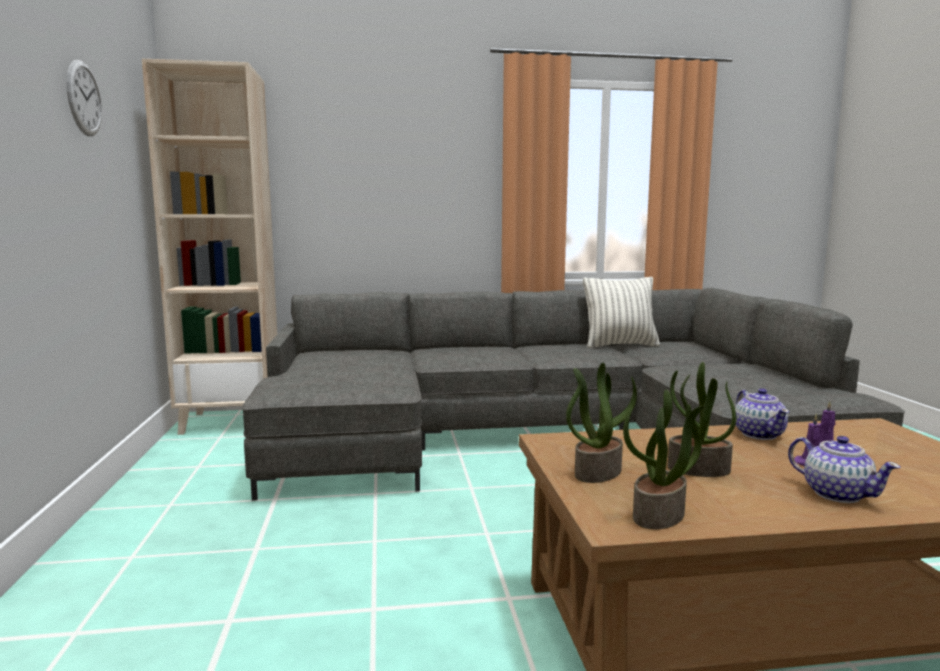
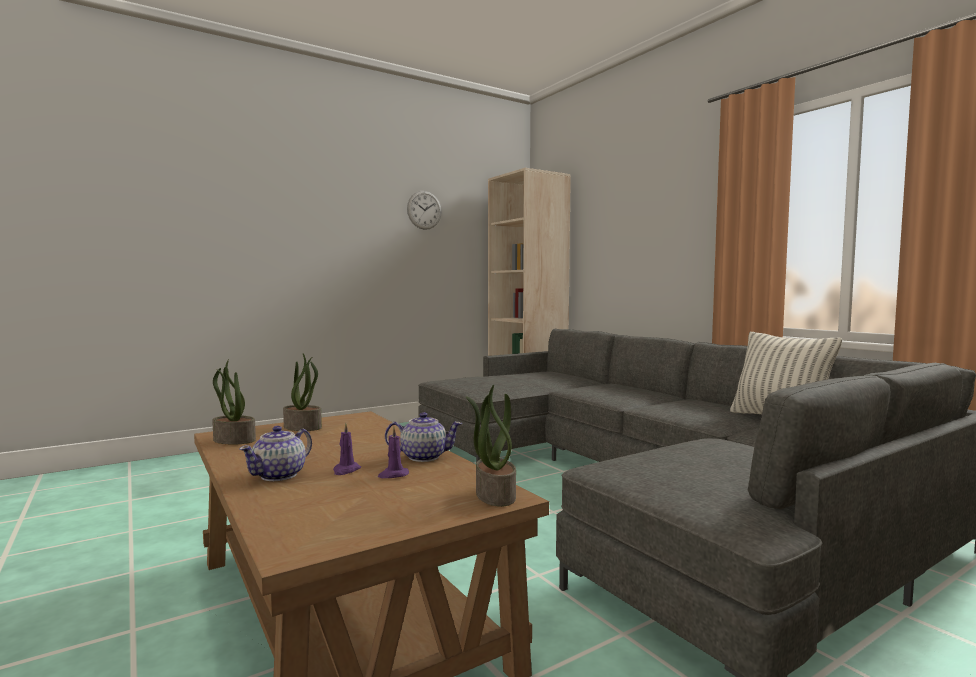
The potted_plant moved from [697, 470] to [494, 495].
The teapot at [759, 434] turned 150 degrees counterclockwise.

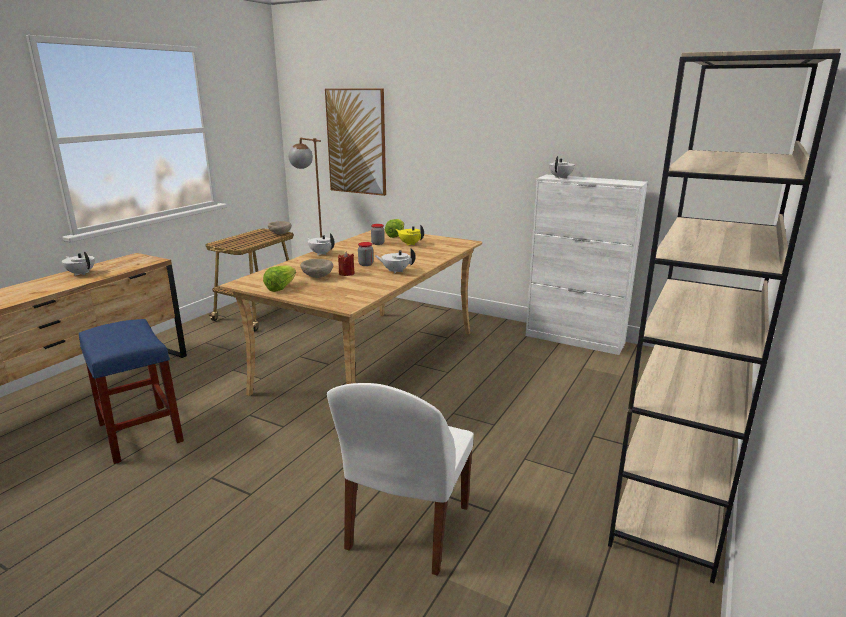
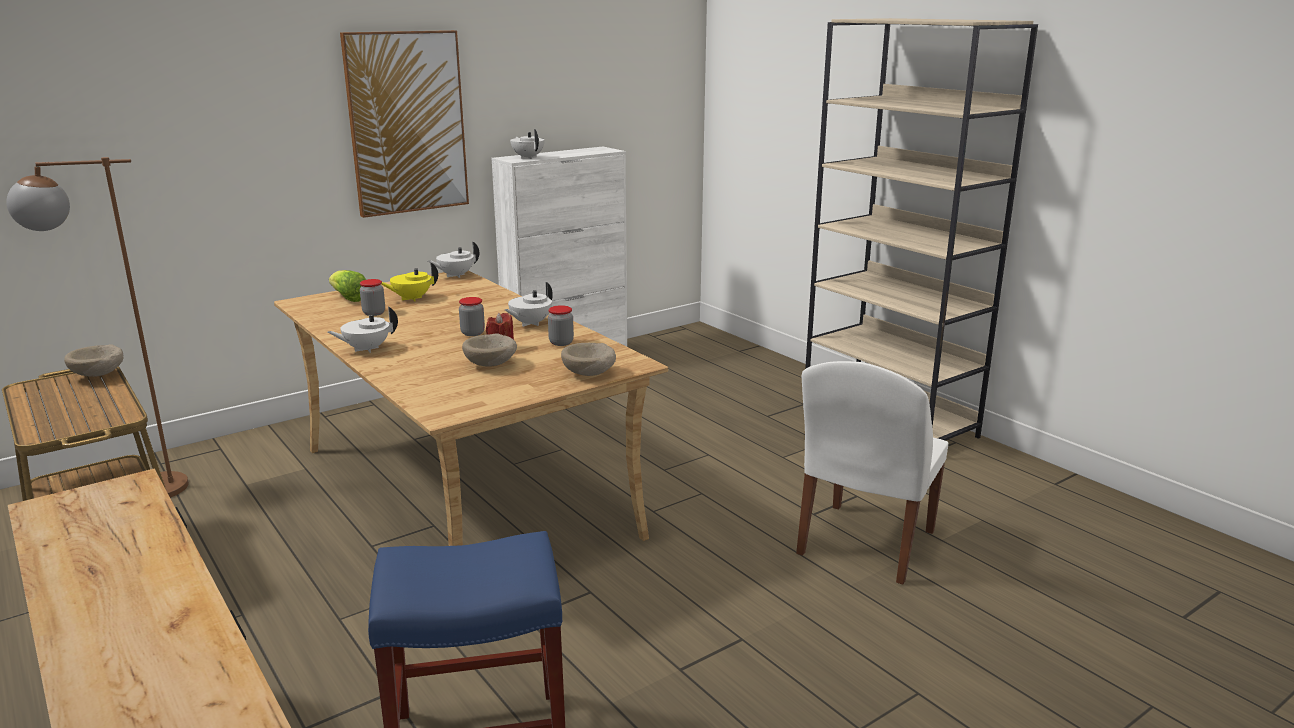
The white_teapot moved from [81, 273] to [455, 275].
The lettuce at [281, 287] disappeared.
The picture moved from [356, 142] to [407, 123].
The white_chair at [407, 530] turned 75 degrees clockwise.
The jar at [561, 342] appeared.
The beige_bowl at [589, 374] appeared.

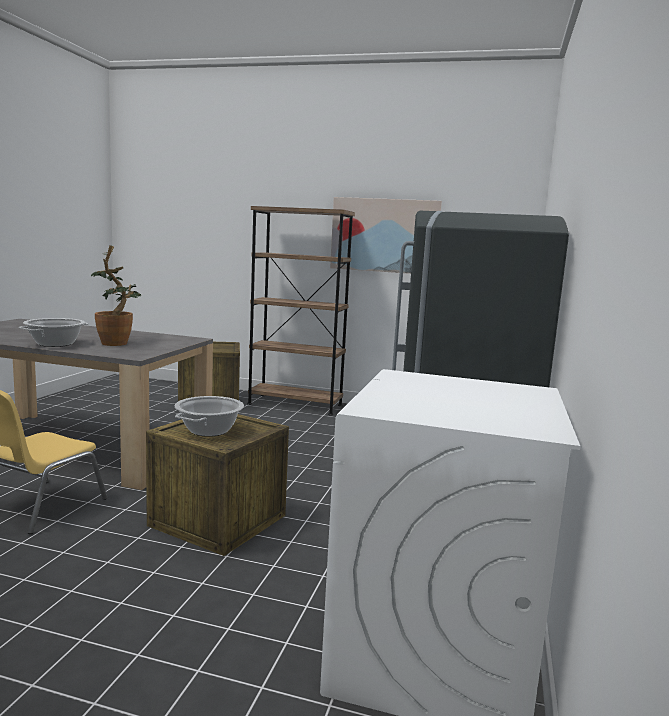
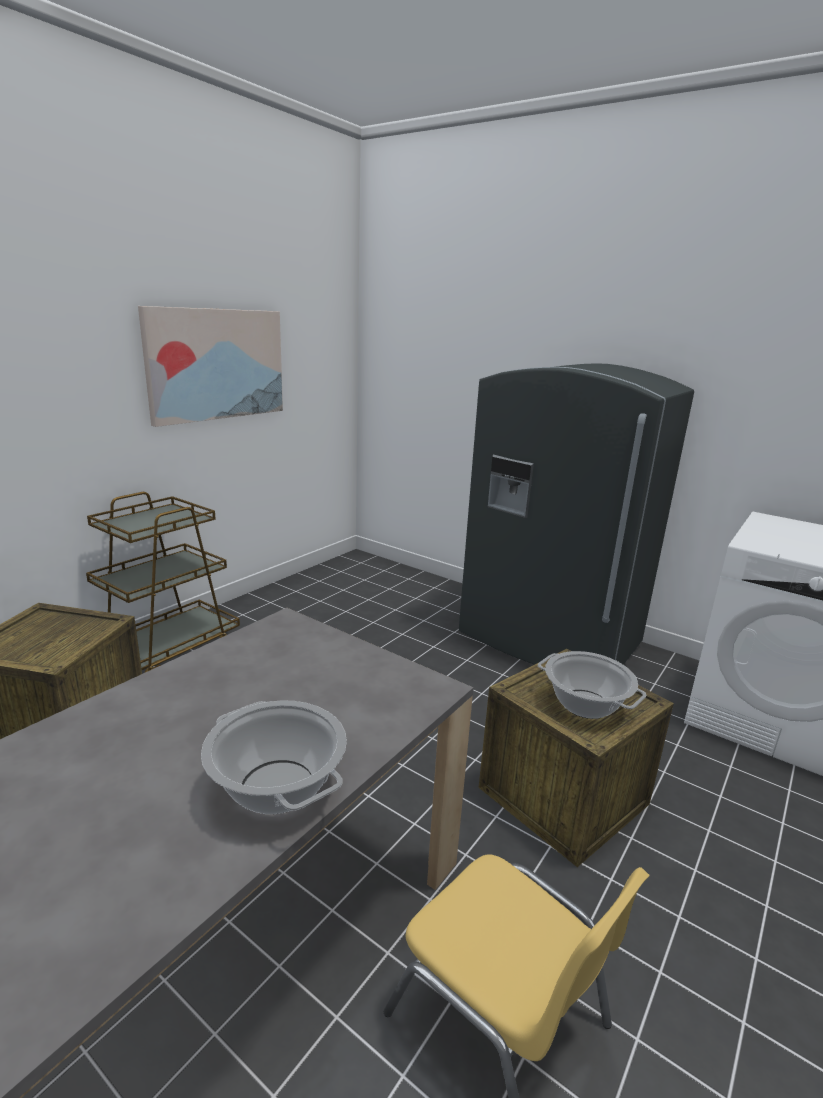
The potted_plant at [118, 342] disappeared.
The brown_bookcase at [295, 404] was replaced by the brown_cart at [169, 650].

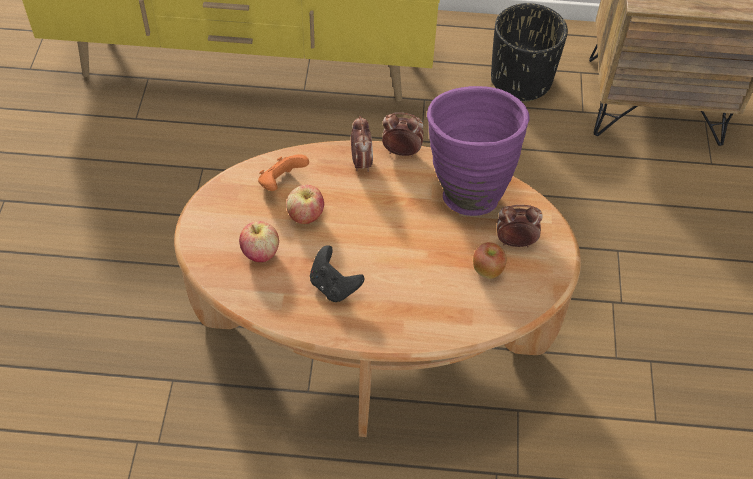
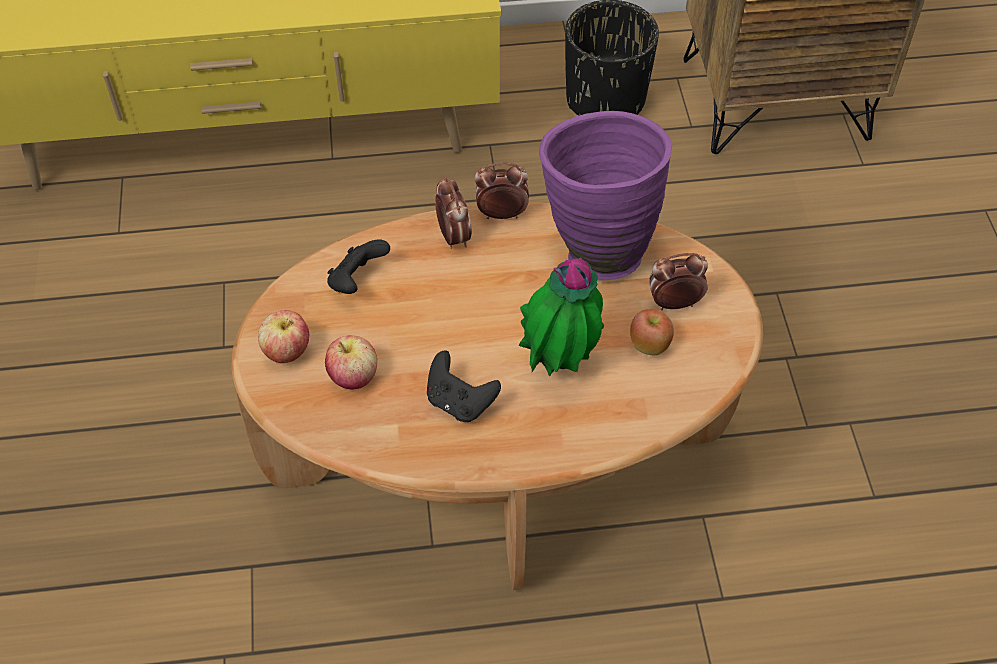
The orange_game_controller at [281, 183] became the black_game_controller at [357, 281].
The apple moved from [305, 216] to [287, 352].
The potted_plant at [560, 364] appeared.

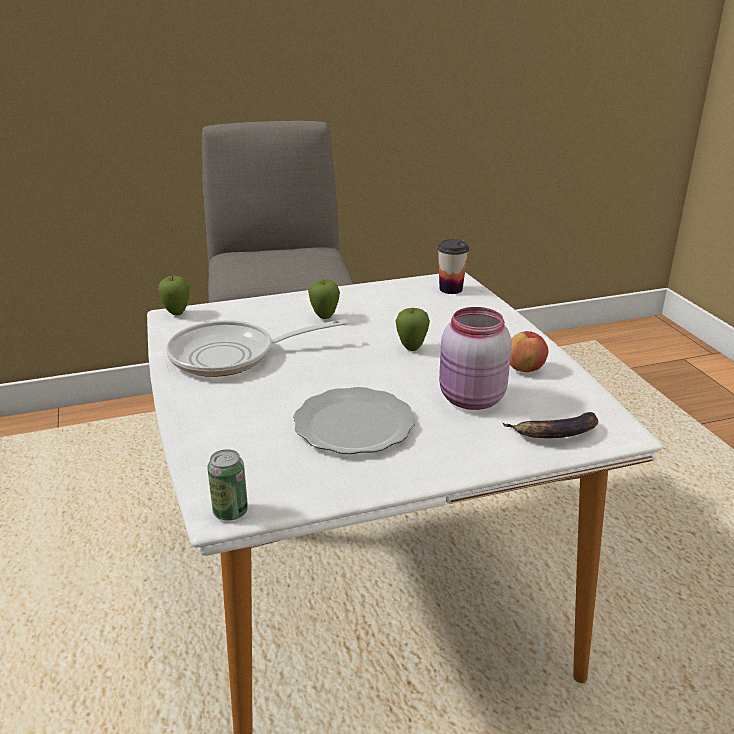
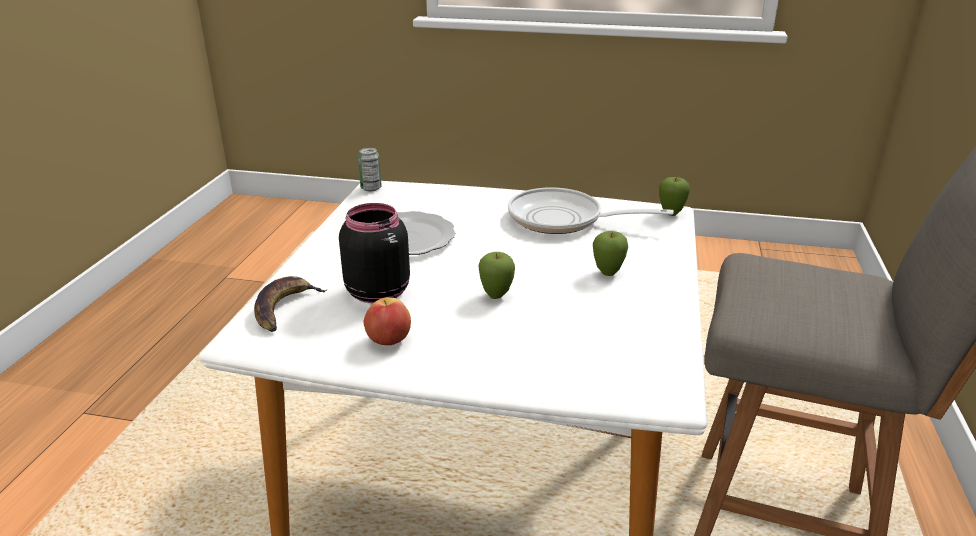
The frying_pan at [232, 356] turned 90 degrees counterclockwise.
The cup at [450, 289] disappeared.
The pink_jar at [470, 399] became the black_jar at [377, 291].

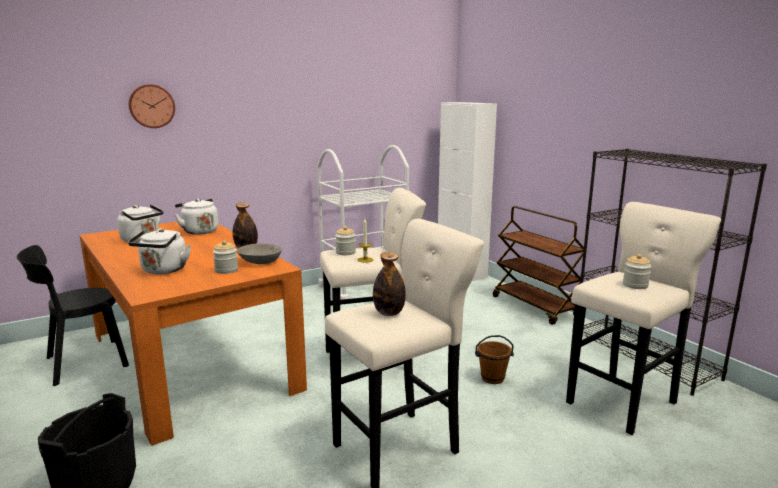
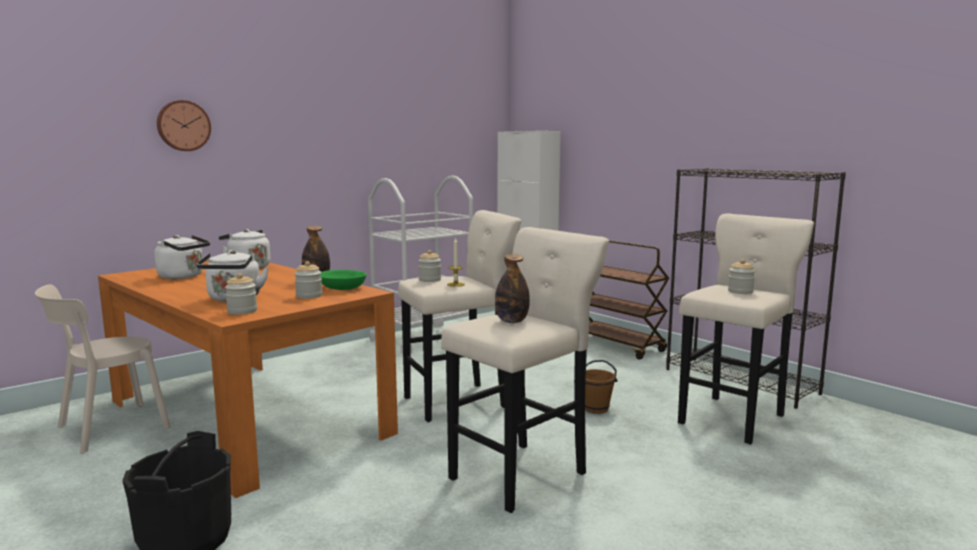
The black_chair at [82, 363] became the beige_chair at [108, 429].
The grey_bowl at [260, 261] became the green_bowl at [341, 288].
The jar at [242, 311] appeared.

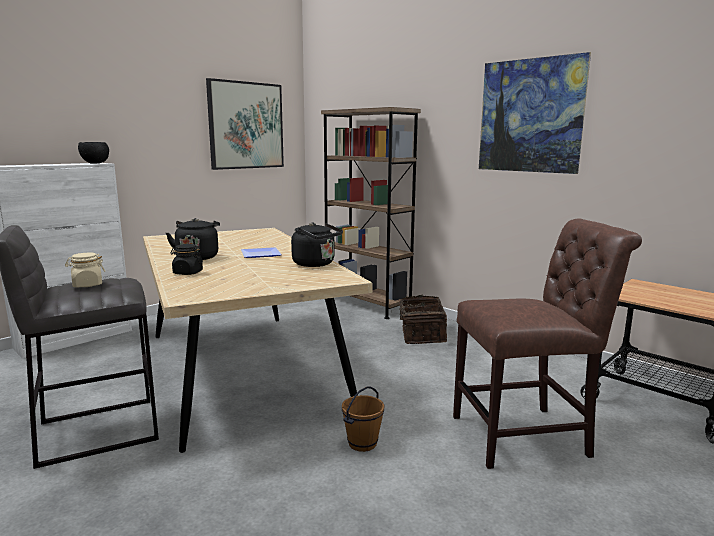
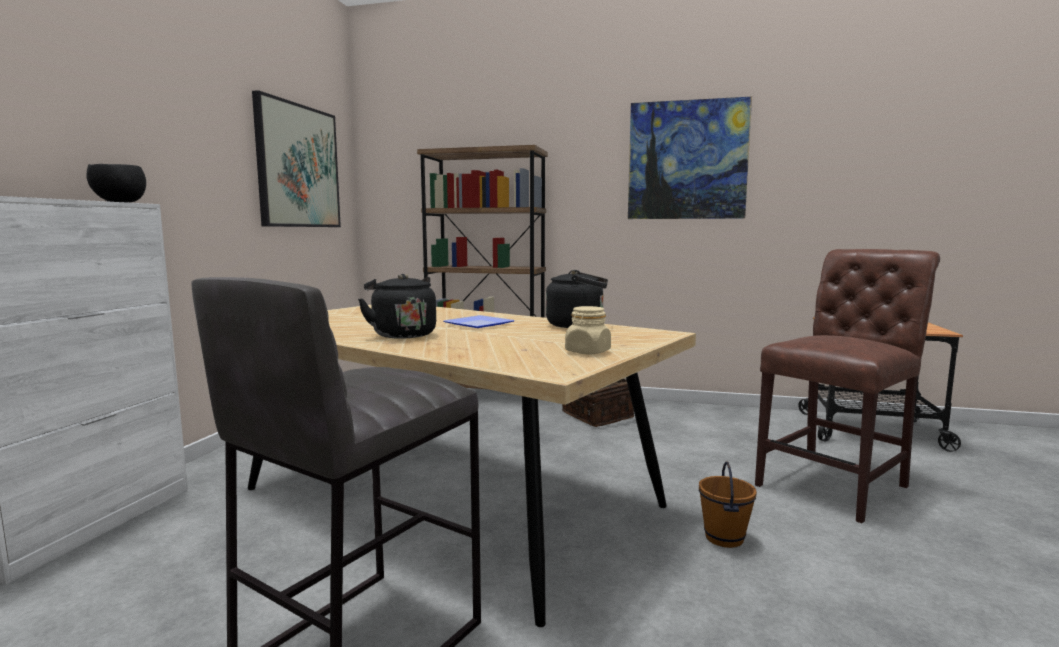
The beige_jar moved from [87, 285] to [587, 352].
The black_jar at [187, 273] disappeared.

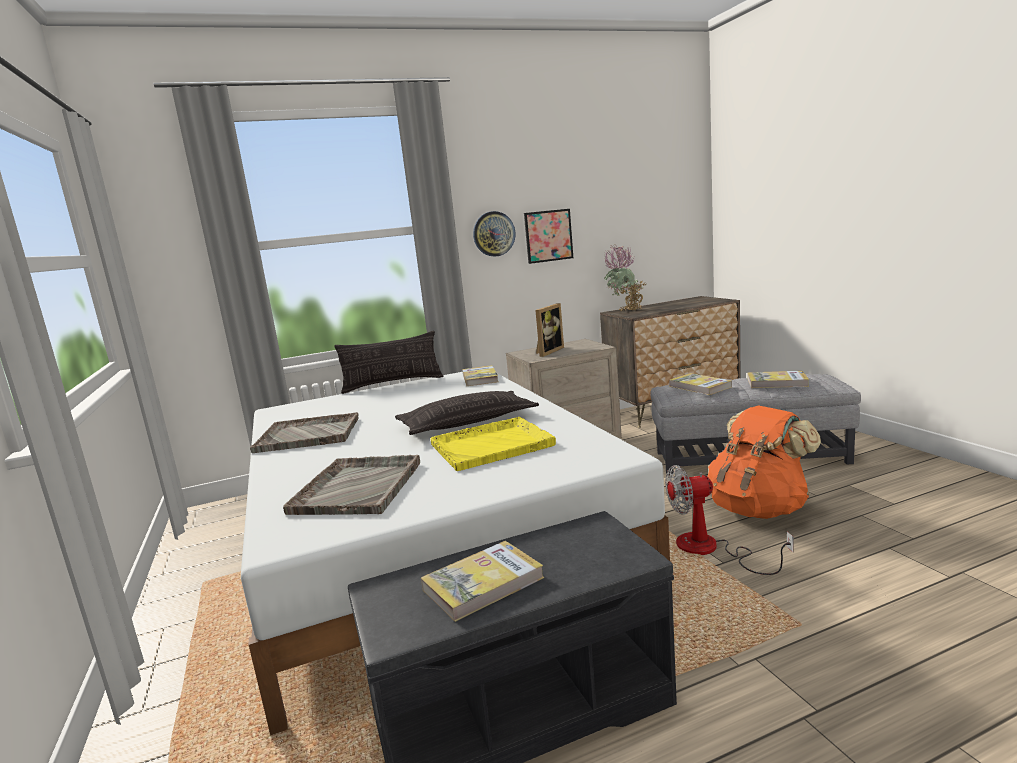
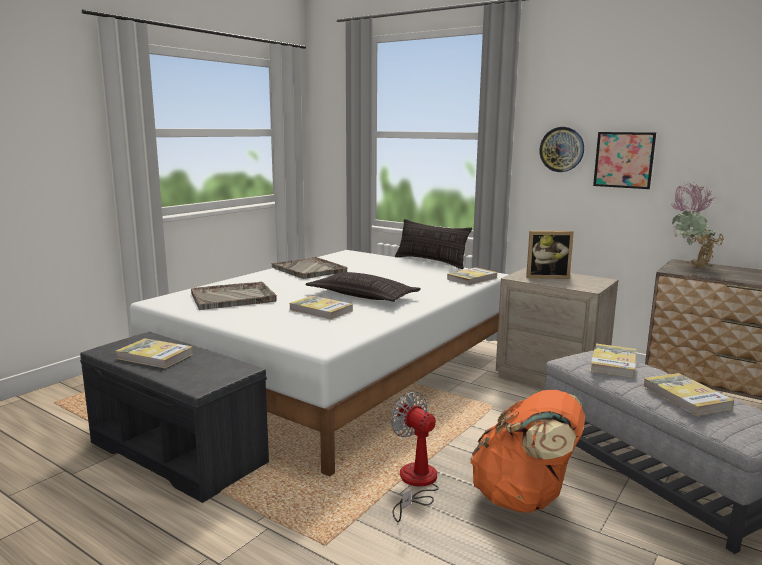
The yellow_tray at [493, 445] was replaced by the book at [321, 310].

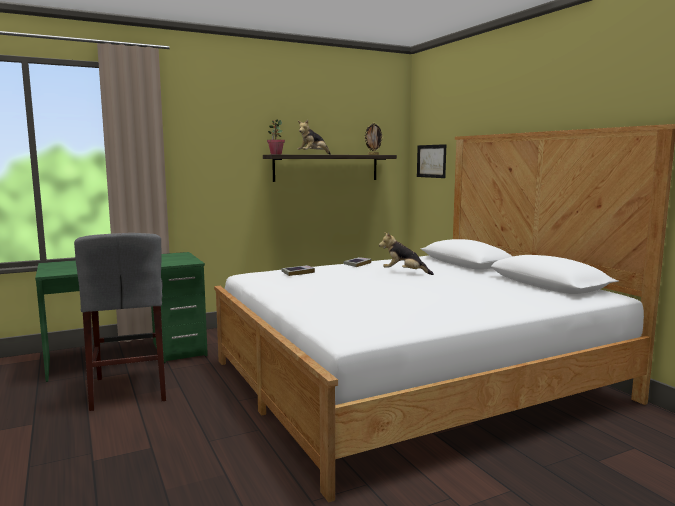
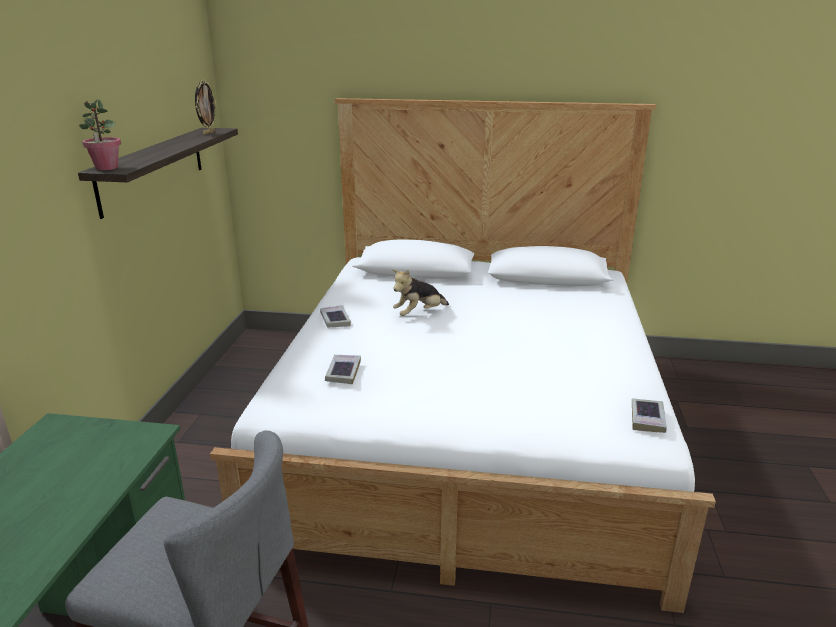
The plush_toy at [313, 154] disappeared.
The picture at [431, 161] disappeared.
The book at [647, 419] appeared.

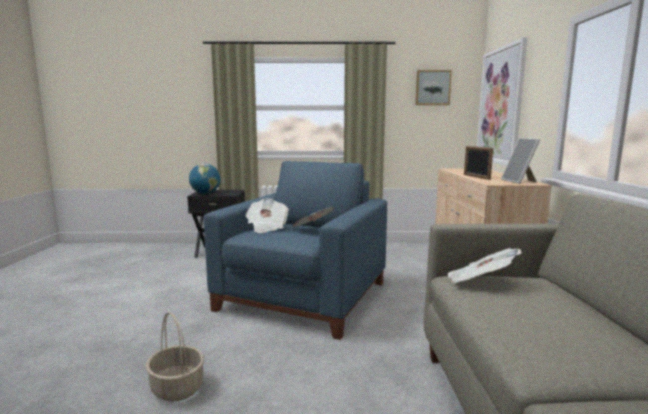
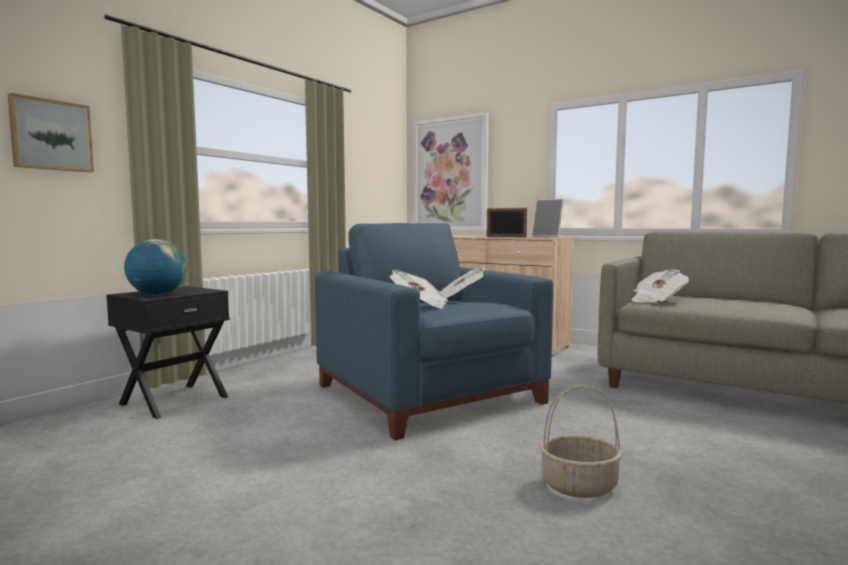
The picture moved from [432, 88] to [51, 135].

